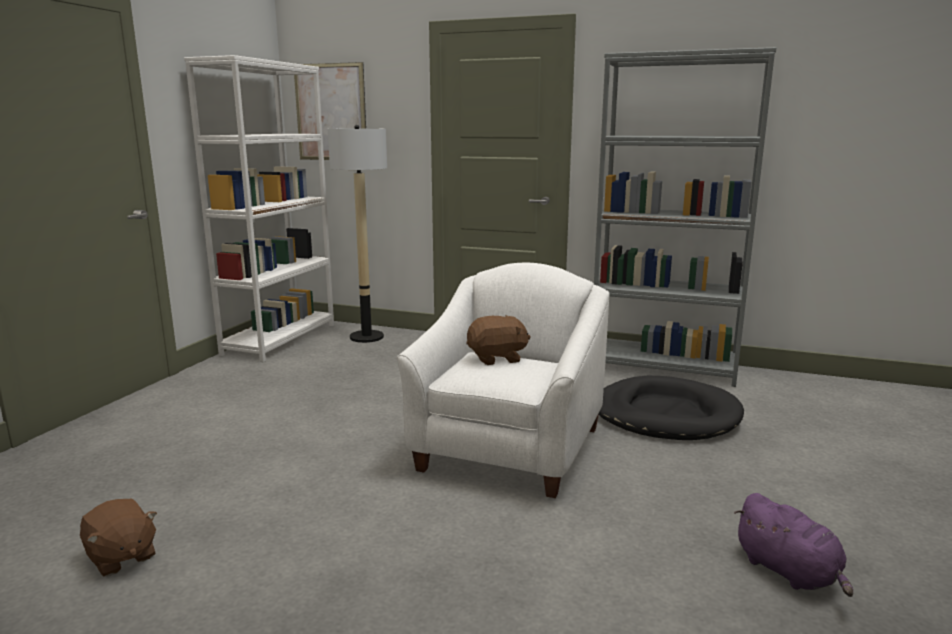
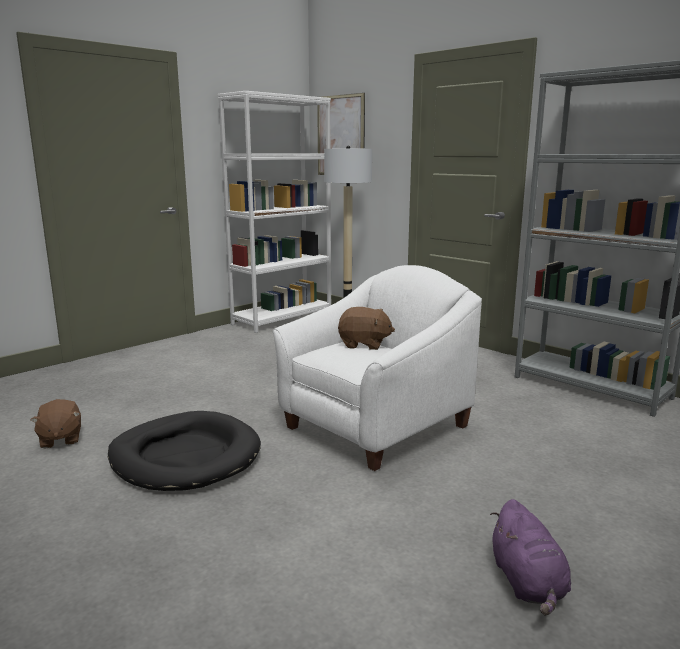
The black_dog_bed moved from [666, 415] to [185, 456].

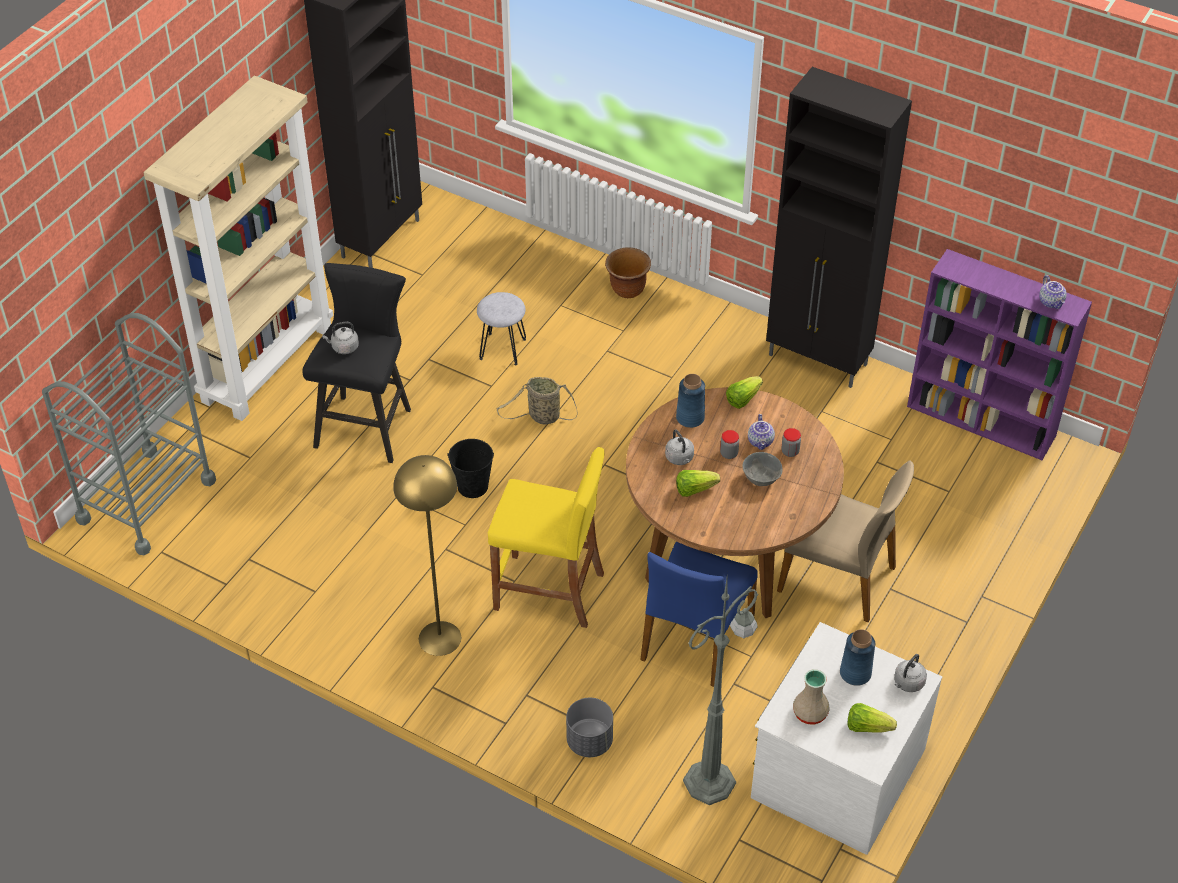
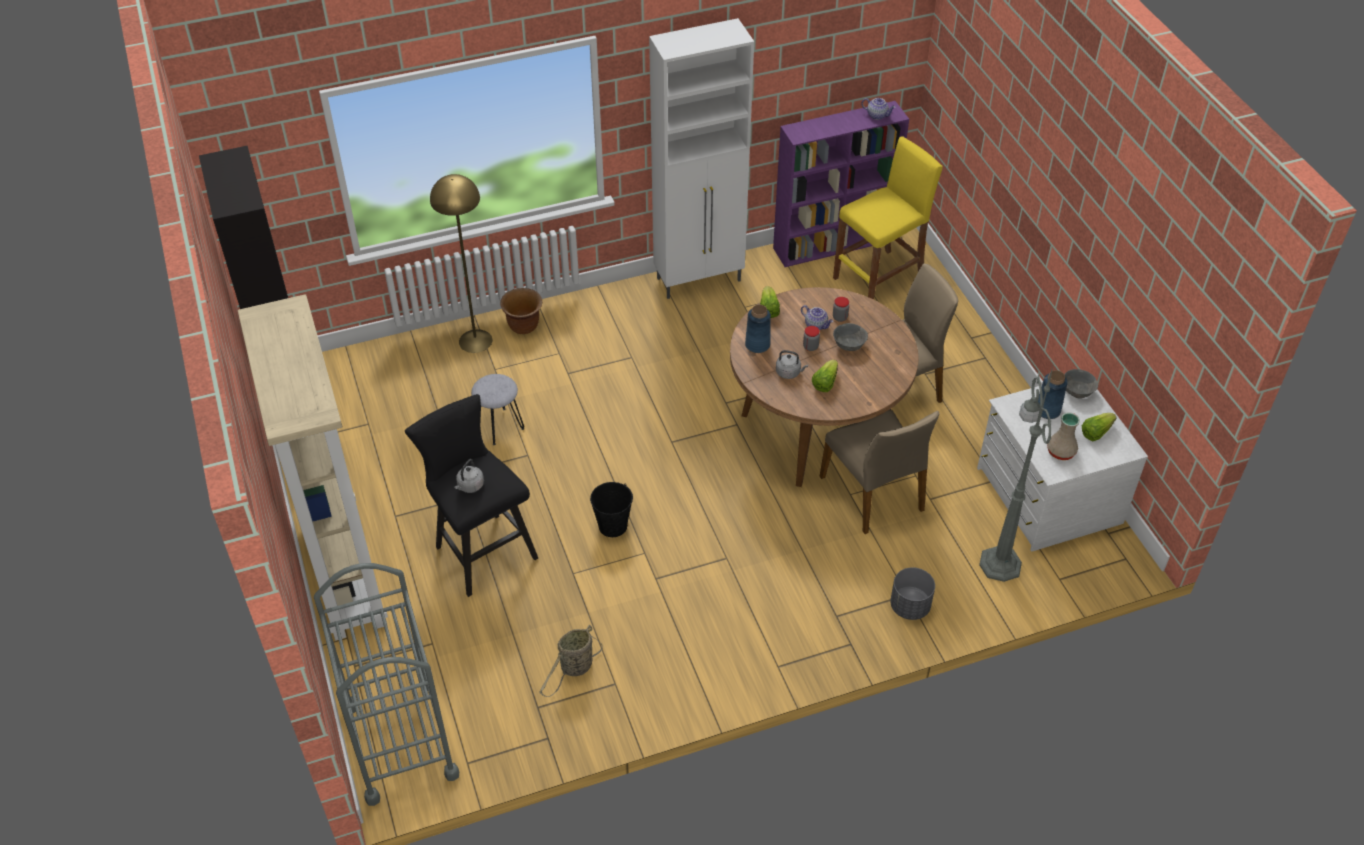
The yellow_floor_lamp moved from [439, 638] to [475, 341].
The yellow_stool moved from [549, 591] to [879, 278].
The basket moved from [542, 417] to [575, 668].
The blue_chair at [695, 638] became the beige_chair at [873, 493].
The black_cabinet at [818, 361] became the white_cabinet at [700, 279].
The grey_kettle at [907, 683] was replaced by the grey_bowl at [1077, 392].

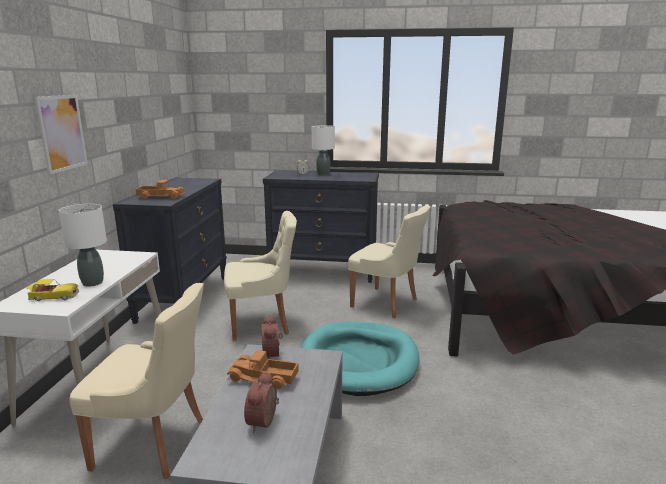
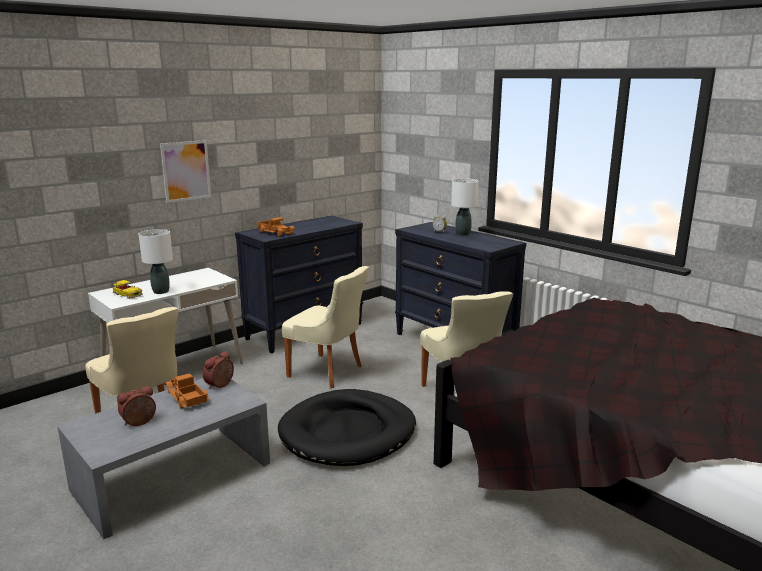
The turquoise_dog_bed at [358, 361] became the black_dog_bed at [348, 432].

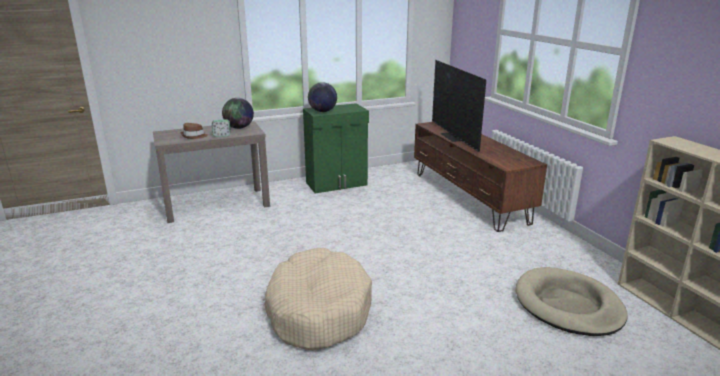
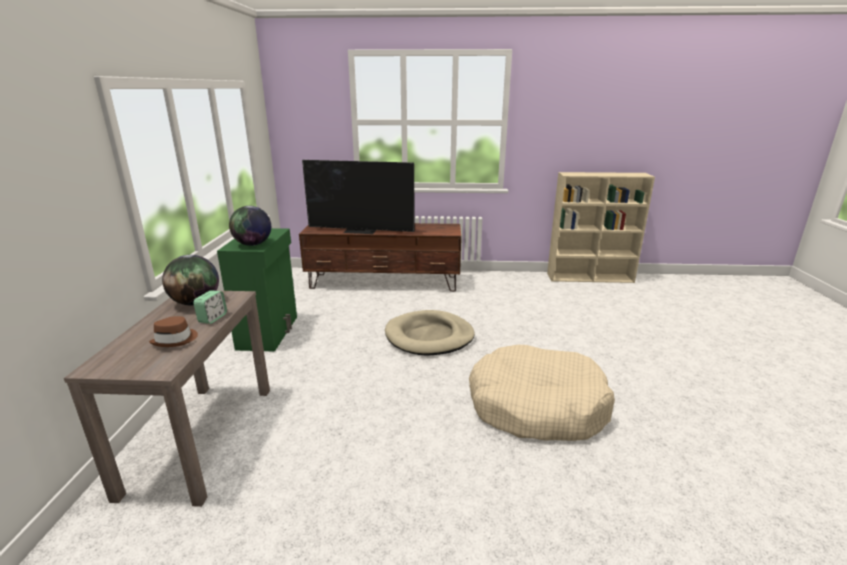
The beige_dog_bed moved from [568, 305] to [429, 336].

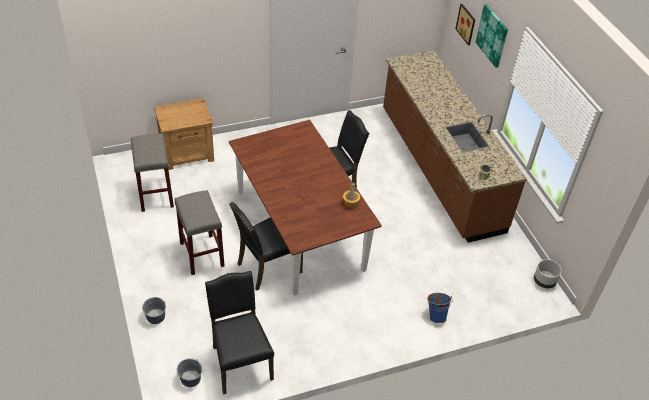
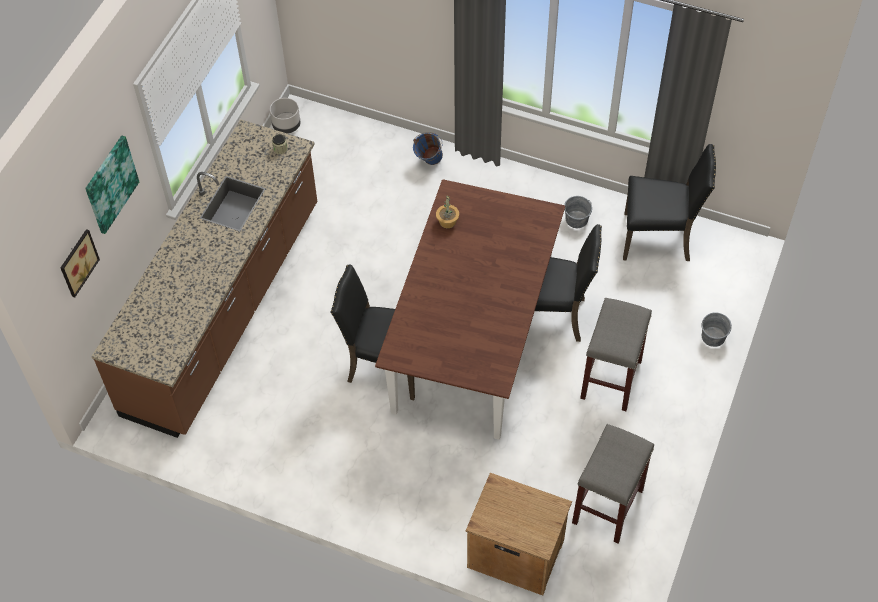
The grey_bucket moved from [190, 379] to [577, 219].
The black_chair at [240, 362] turned 105 degrees counterclockwise.

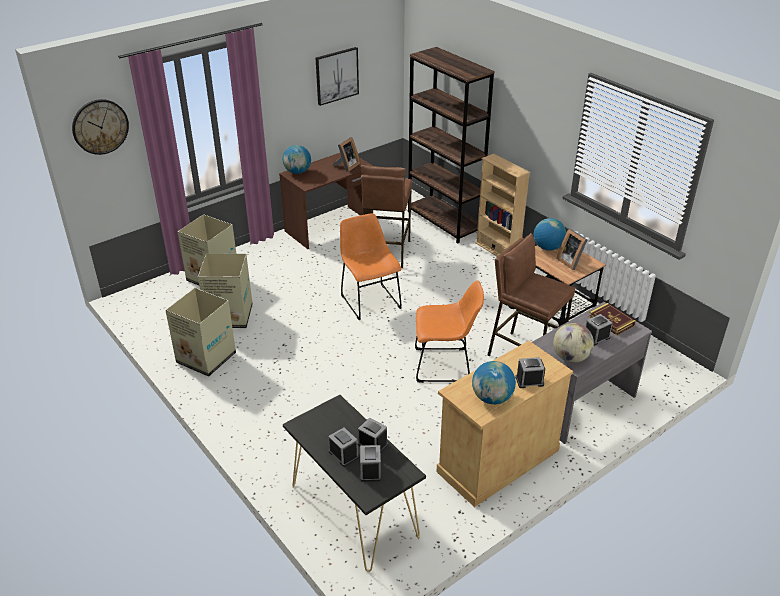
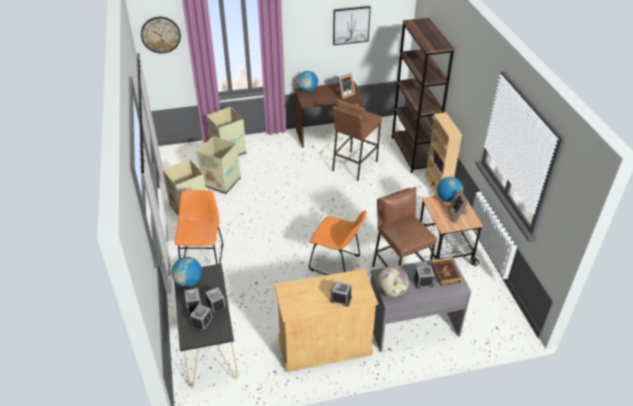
The orange_chair moved from [369, 300] to [202, 256].
The globe moved from [492, 398] to [188, 282].

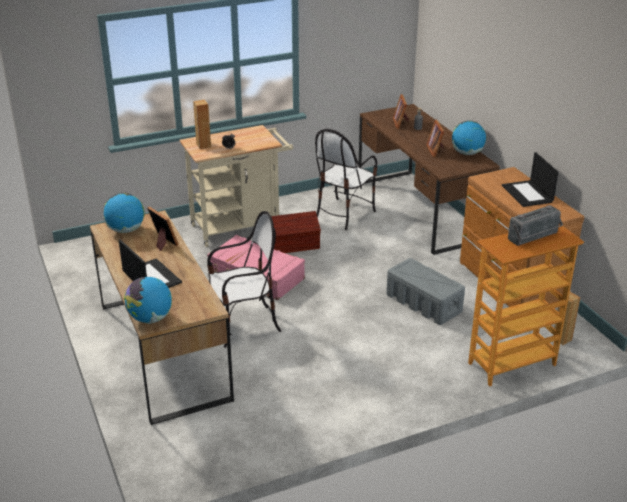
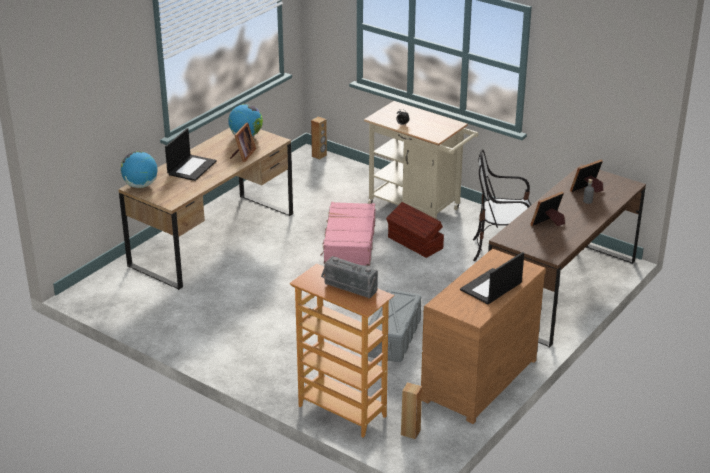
The brown_speaker moved from [204, 145] to [319, 156].
The chair at [244, 325] disappeared.
The globe at [467, 153] disappeared.

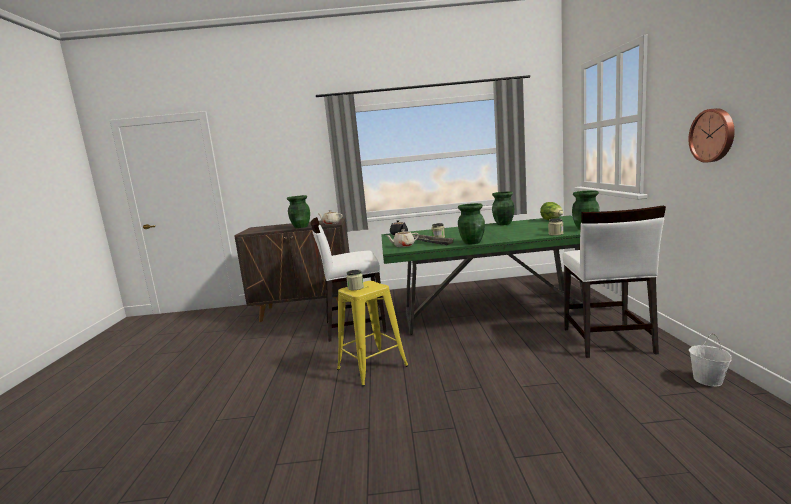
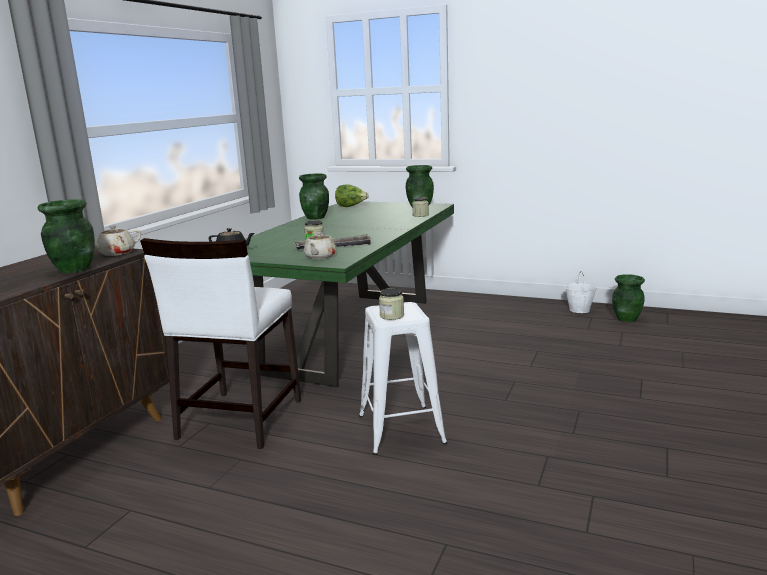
The yellow_stool at [372, 368] became the white_stool at [401, 429].
The green_vase moved from [472, 242] to [626, 319].
The white_chair at [607, 341] disappeared.
The wall_clock at [713, 135] disappeared.

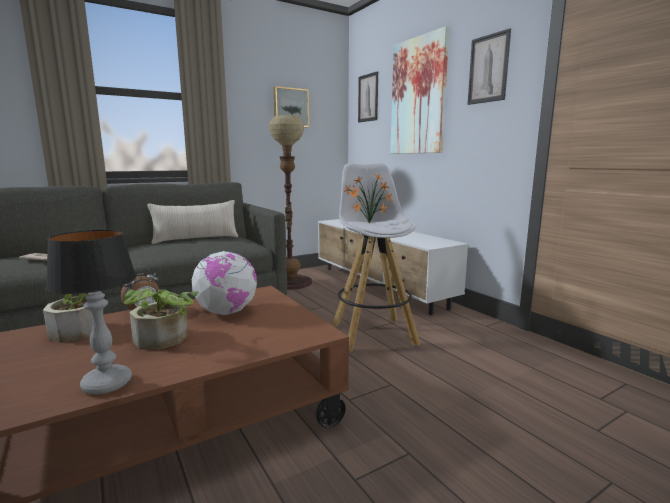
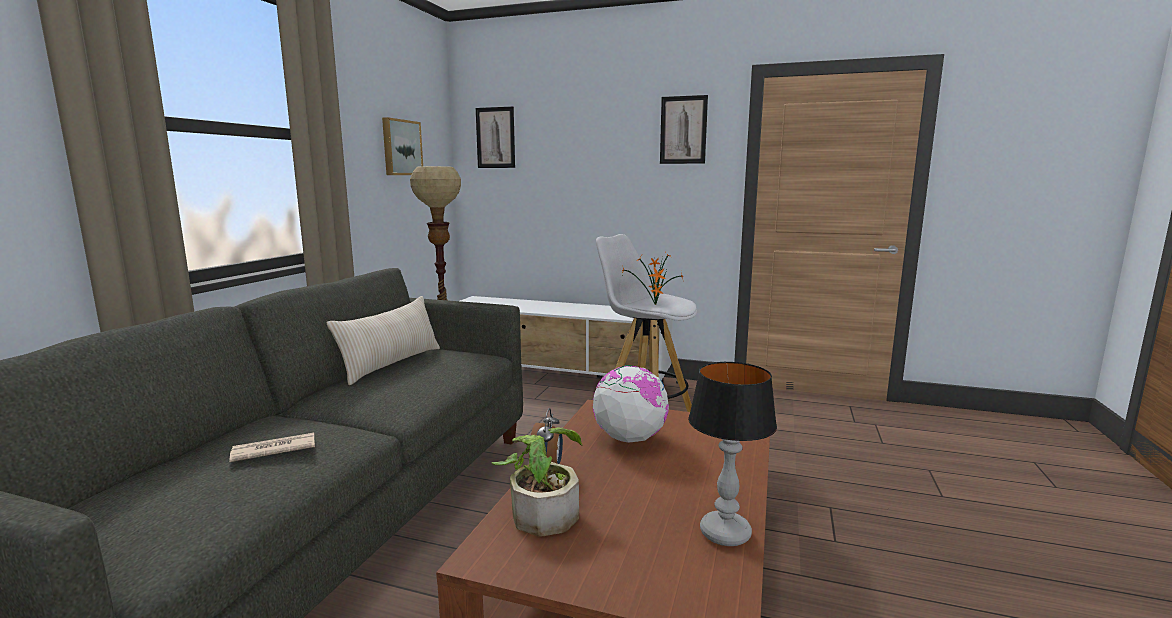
The potted_plant at [164, 341] disappeared.
The picture at [418, 96] disappeared.

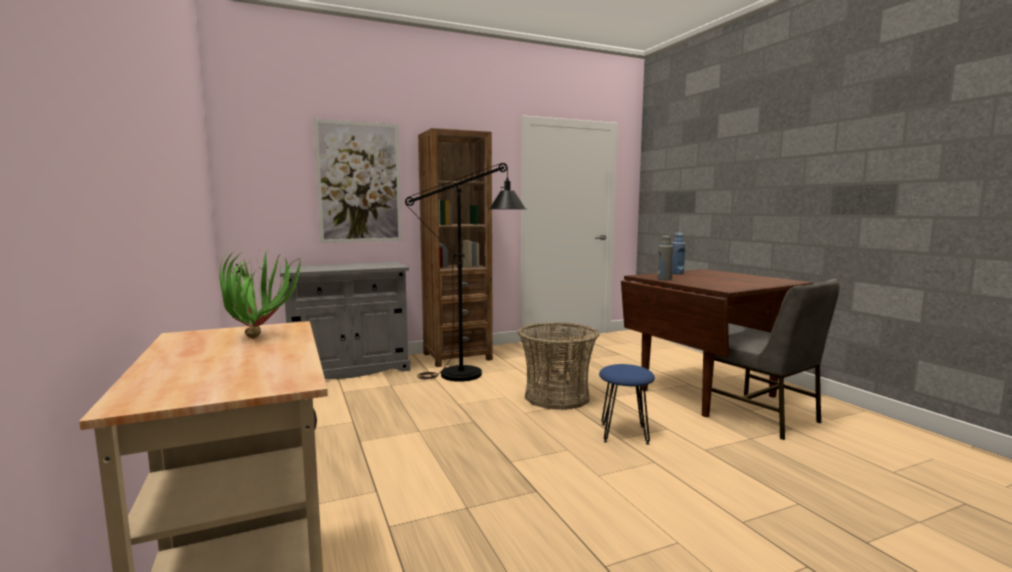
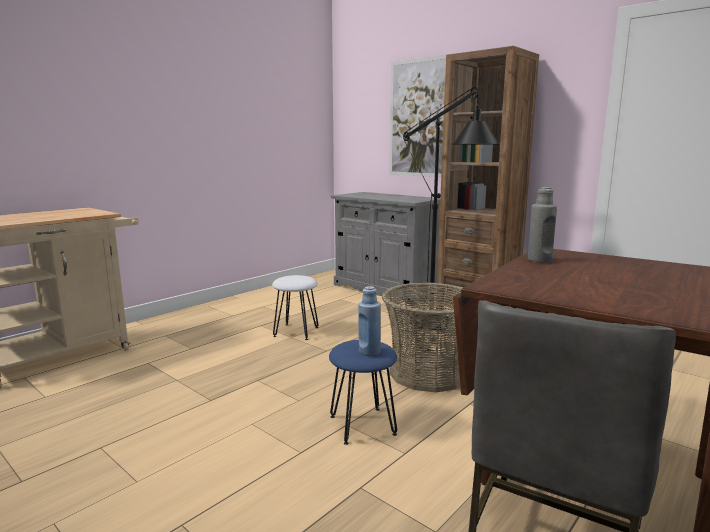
The potted_plant at [259, 335] disappeared.
The blue_bottle moved from [677, 273] to [369, 352].
The white_stool at [296, 332] appeared.

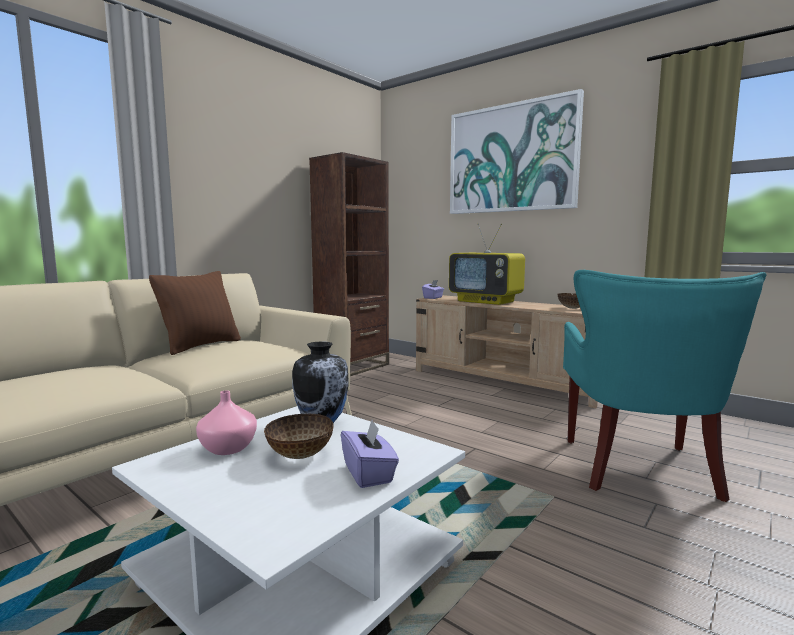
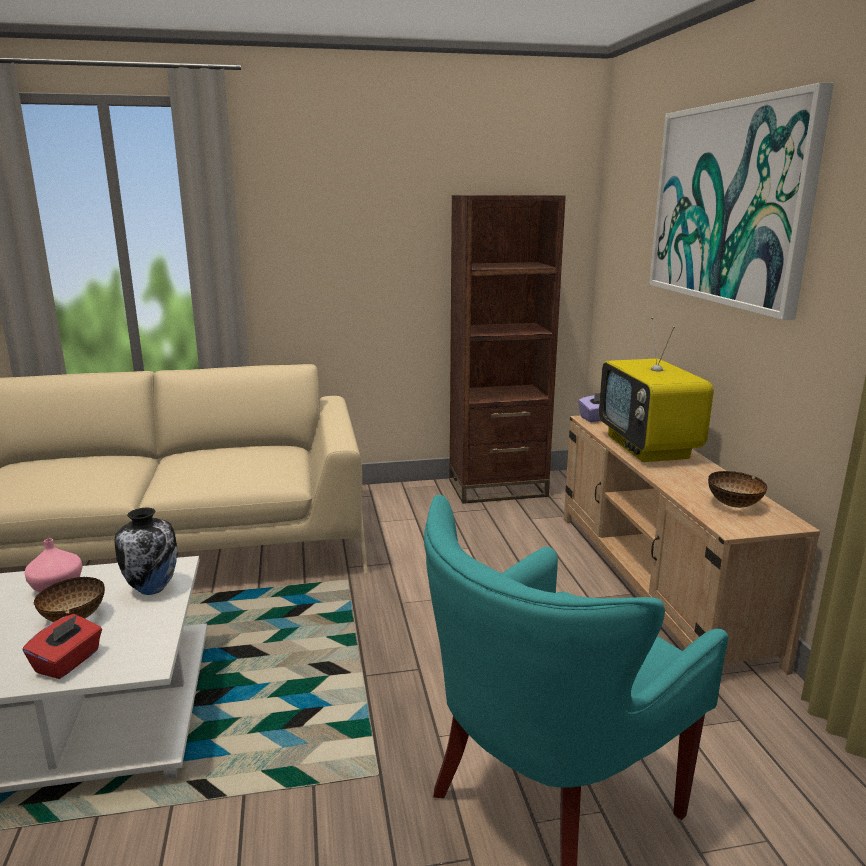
The brown_pillow at [201, 346] disappeared.
The purple_tissue_box at [369, 473] became the red_tissue_box at [68, 662].

